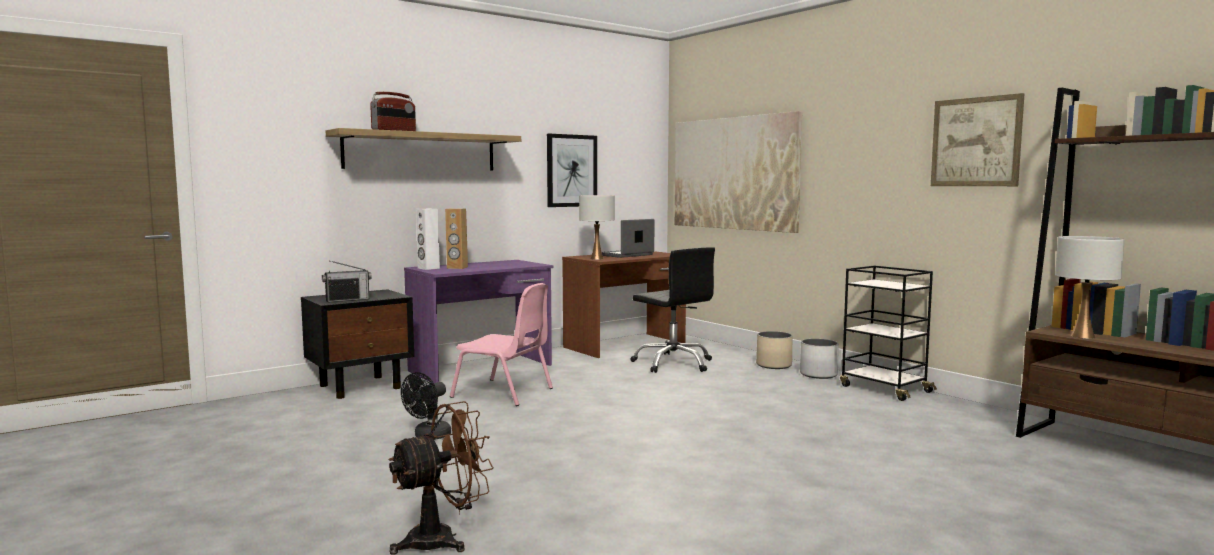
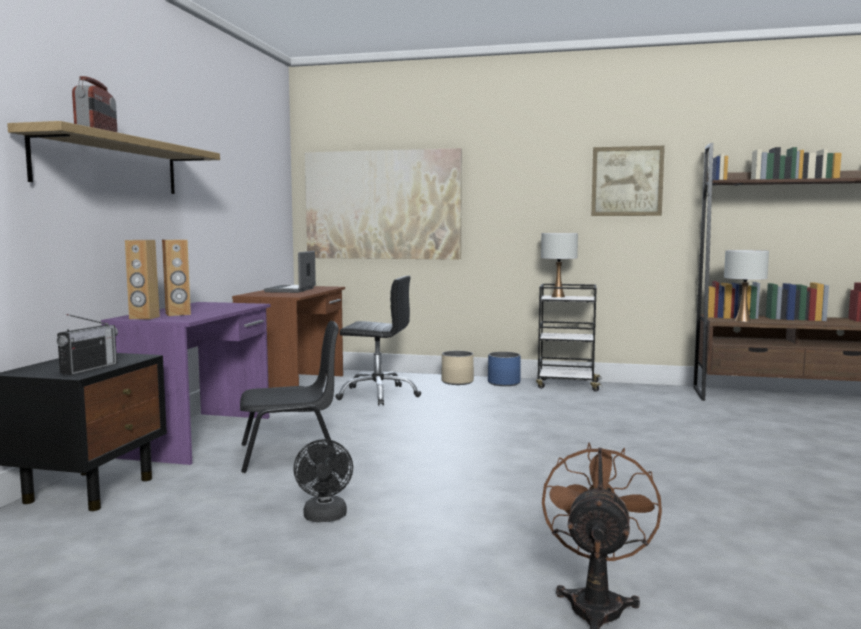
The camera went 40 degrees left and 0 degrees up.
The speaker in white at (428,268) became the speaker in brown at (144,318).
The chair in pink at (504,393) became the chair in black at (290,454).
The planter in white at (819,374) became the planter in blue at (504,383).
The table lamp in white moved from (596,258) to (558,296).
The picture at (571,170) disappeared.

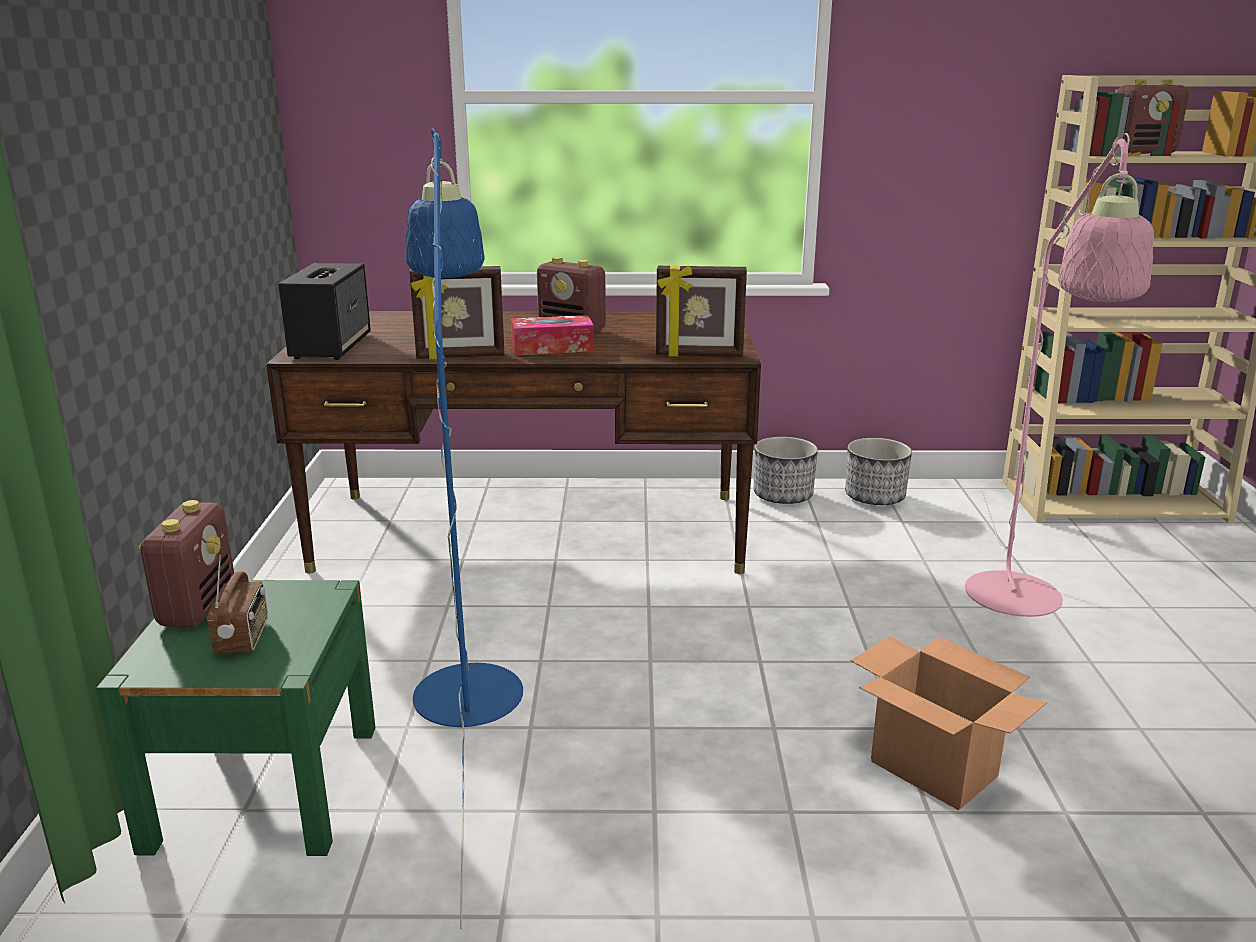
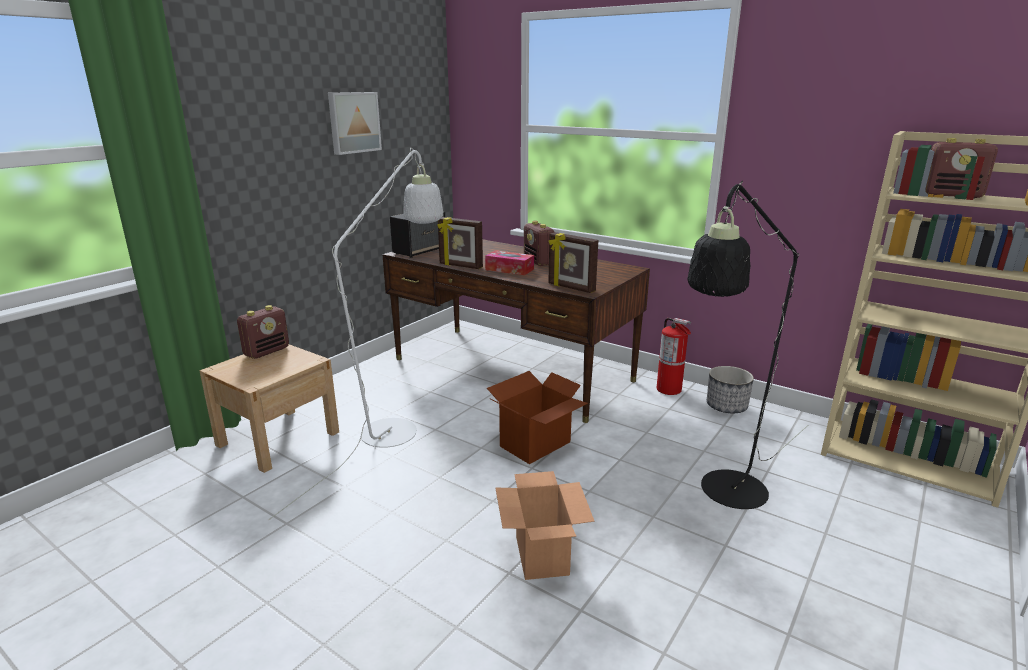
The camera went 35 degrees right and 0 degrees up.
The nightstand in green at (265,786) became the nightstand in beige at (278,438).
The floor lamp in blue at (467,677) became the floor lamp in white at (397,425).
The picture at (353,122) appeared.
The cardboard box at (536,444) appeared.
The planter at (783,496) was replaced by the fire extinguisher at (669,389).
The floor lamp in pink at (1017,606) became the floor lamp in black at (726,496).
The radio at (243,638) disappeared.

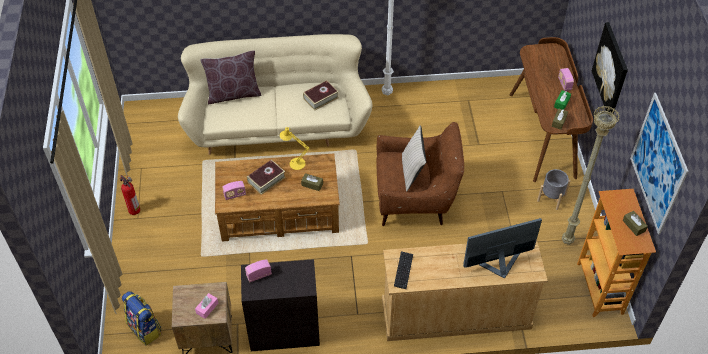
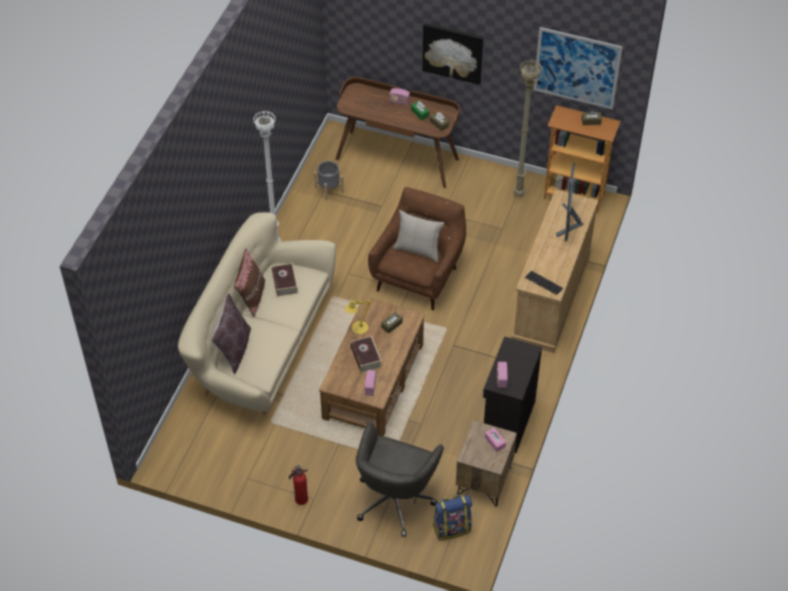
The camera went 65 degrees left and 0 degrees up.
The pillow in brown at (251,297) appeared.
The planter in grey moved from (551,198) to (329,189).
The office chair in grey at (395,499) appeared.

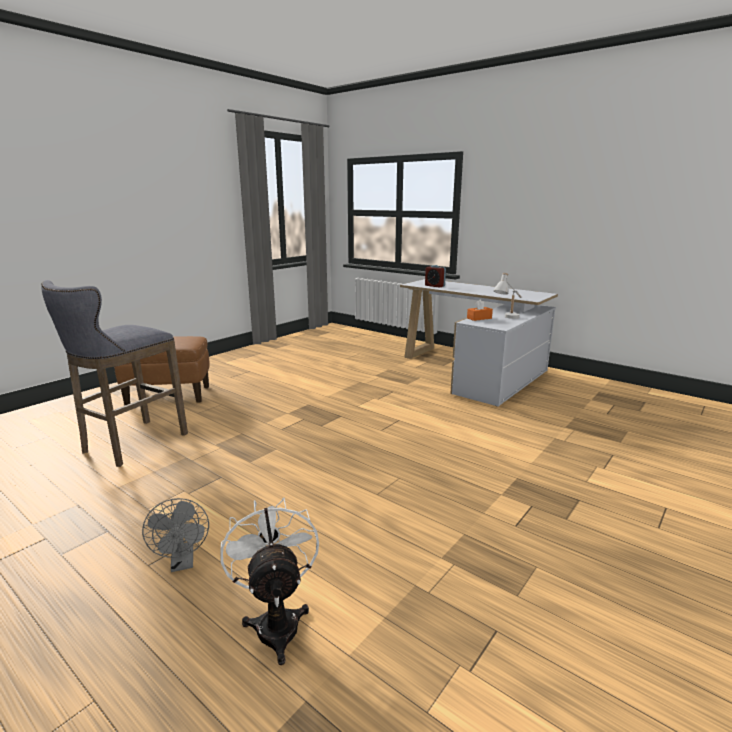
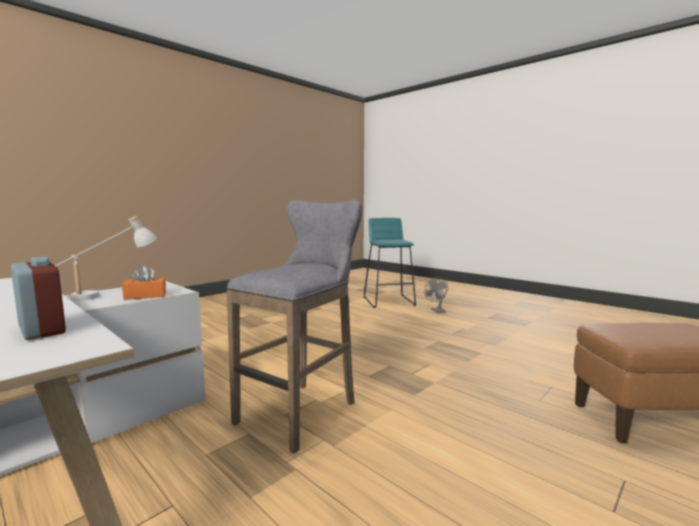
The camera went 175 degrees left and 10 degrees down.
The stool in grey moved from (131,444) to (301,410).
The fan in white at (276,621) was replaced by the stool in turquoise at (389,301).

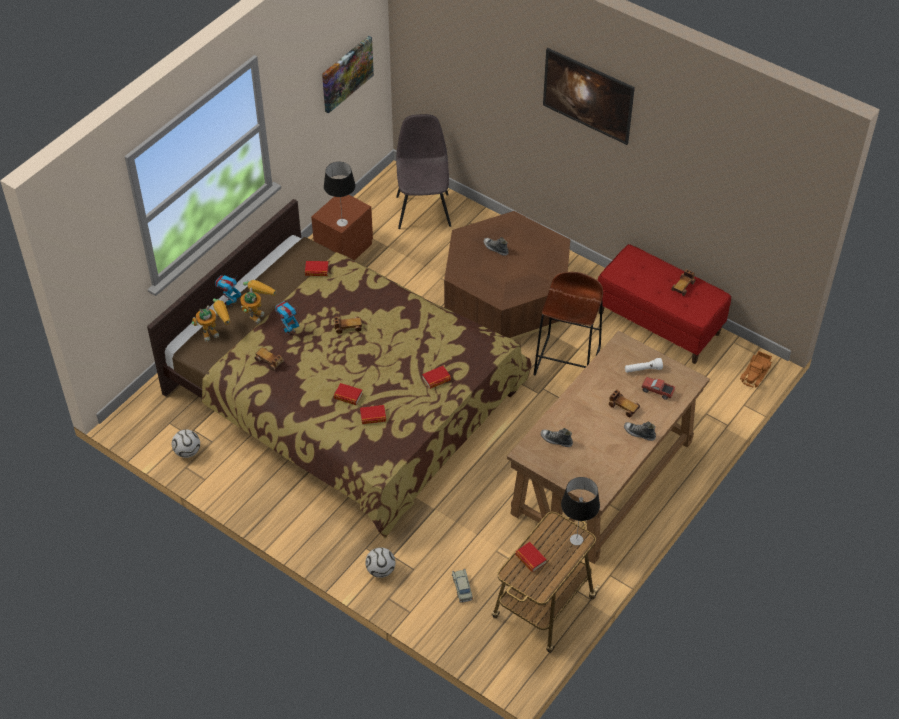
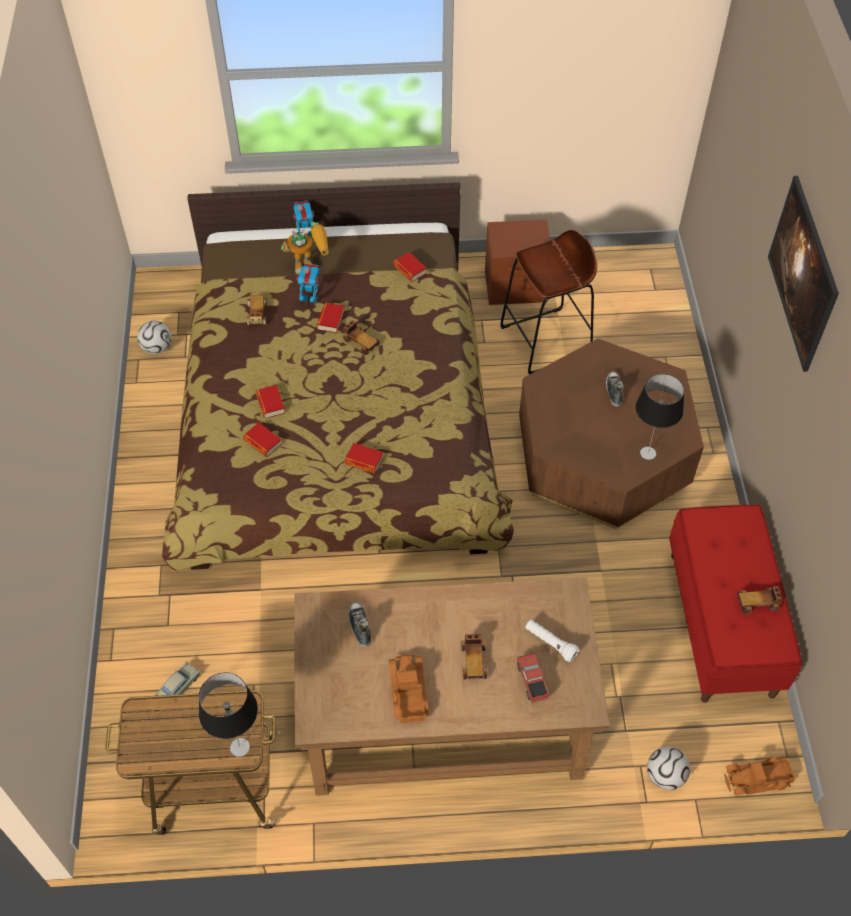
The camera went 50 degrees right and 5 degrees up.
The book moved from (530,559) to (330,320).
The toy truck at (407,692) appeared.
The stool in brown moved from (567,361) to (546,341).
The table lamp moved from (341,222) to (647,452).
The football moved from (381,570) to (665,776).
The toy robot at (215,331) disappeared.
The picture at (346,73) disappeared.
The chair in grey at (423,210) disappeared.
The shoe at (639,433) disappeared.

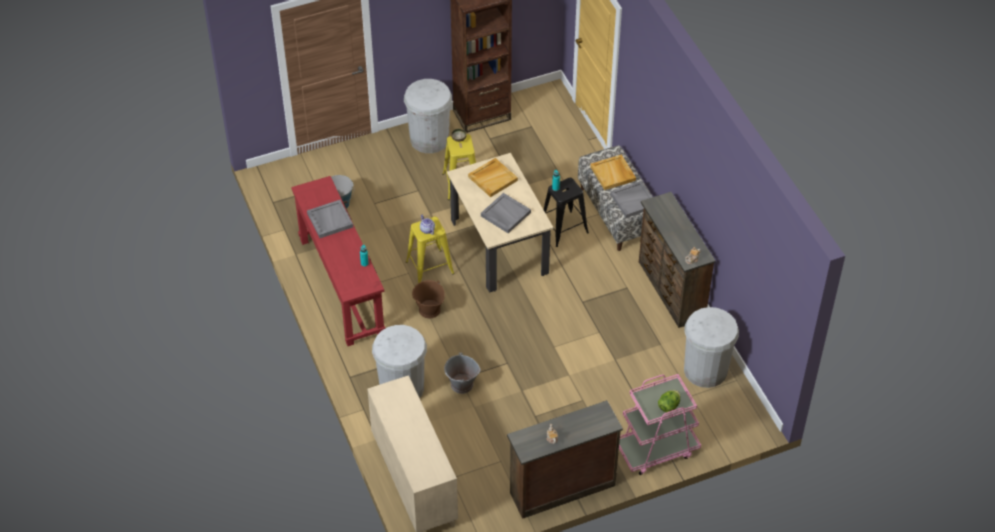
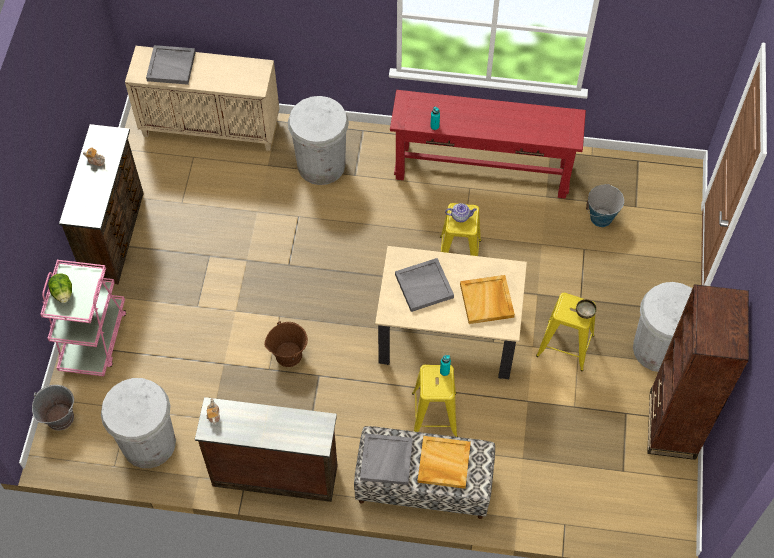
The camera went 120 degrees right and 10 degrees up.
The bucket in grey moved from (461,384) to (60,417).
The tray in grey moved from (329,220) to (172,66).
The bucket in brown moved from (429,310) to (288,354).
The stool in black at (563,229) became the stool in yellow at (434,414).

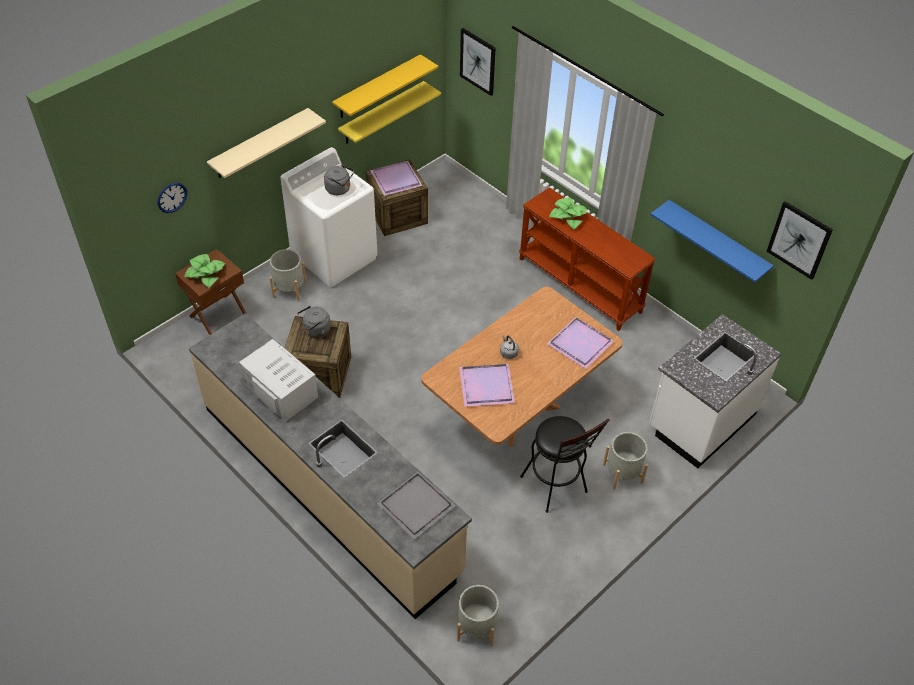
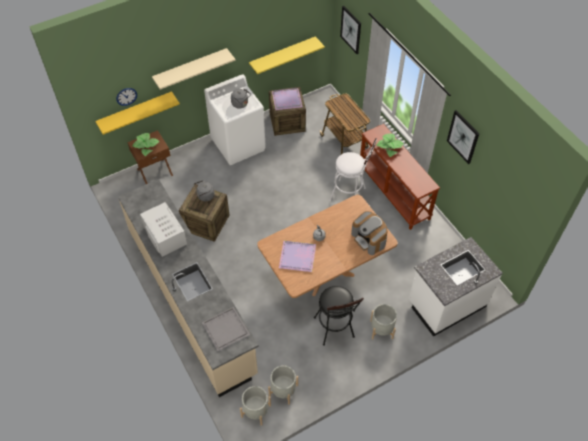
The camera went 15 degrees right and 5 degrees up.
The shelf in yellow moved from (377,87) to (135,111).
The planter in grey moved from (289,289) to (283,390).
The cart at (344,142) appeared.
The stool in white at (350,195) appeared.
The tray in purple at (581,343) was replaced by the coffee machine at (369,239).
The picture moved from (799,240) to (463,137).
The shelf in blue at (717,241) disappeared.

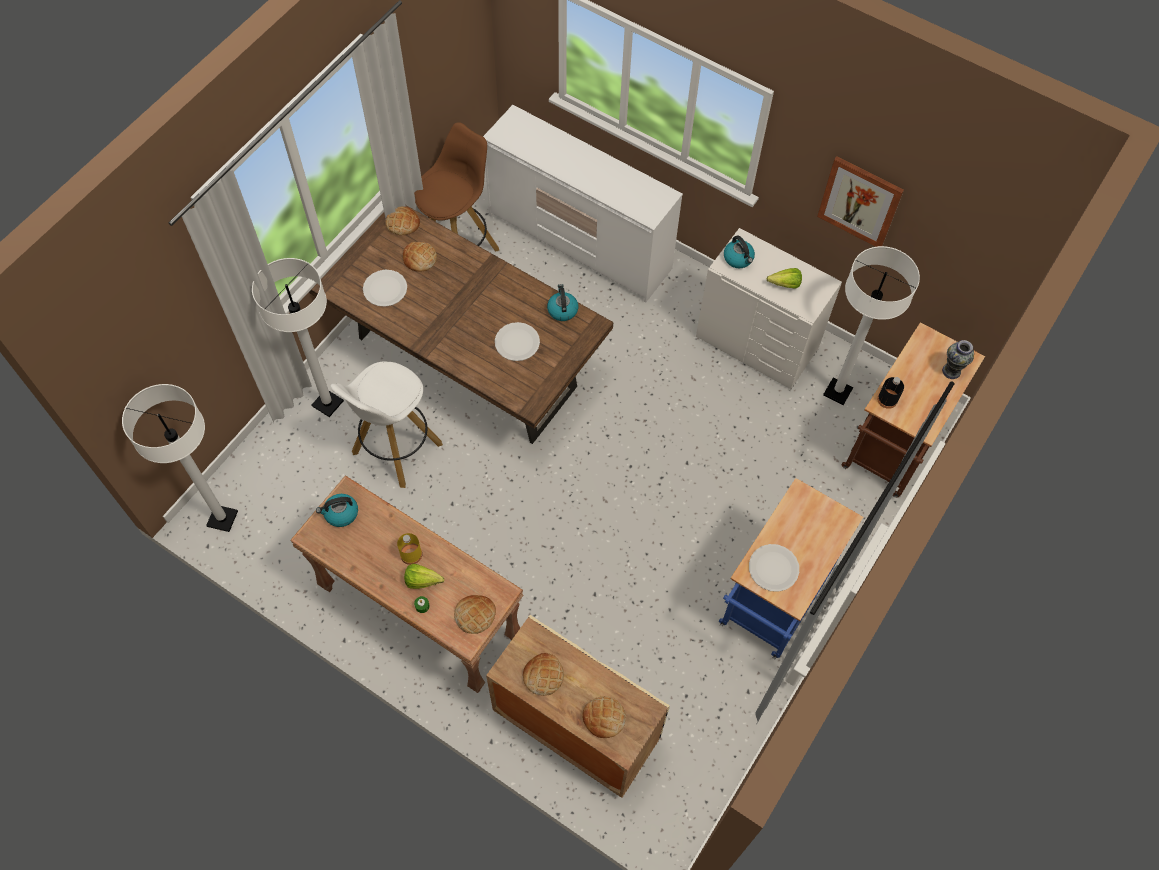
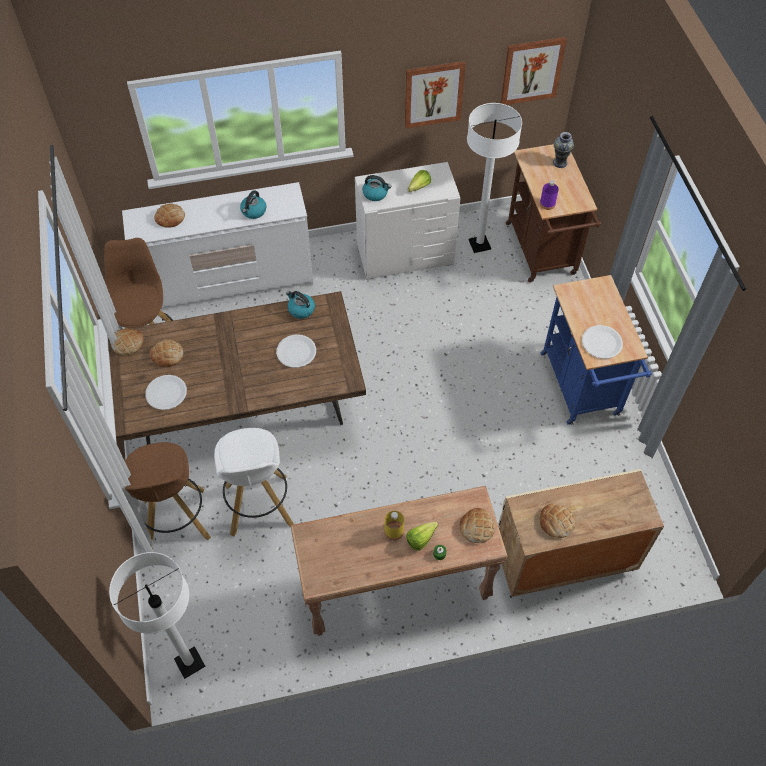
The camera went 45 degrees left and 5 degrees down.
The floor lamp in white at (327,403) was replaced by the stool in brown at (176,521).
The bread moved from (604,718) to (170,217).
The kettle moved from (341,514) to (253,211).
The picture at (532,70) appeared.
The bottle in black at (887,399) became the bottle in purple at (547,203).

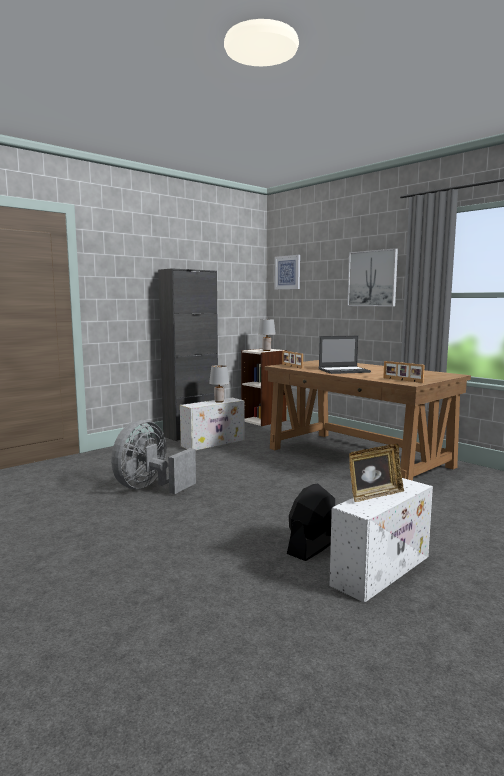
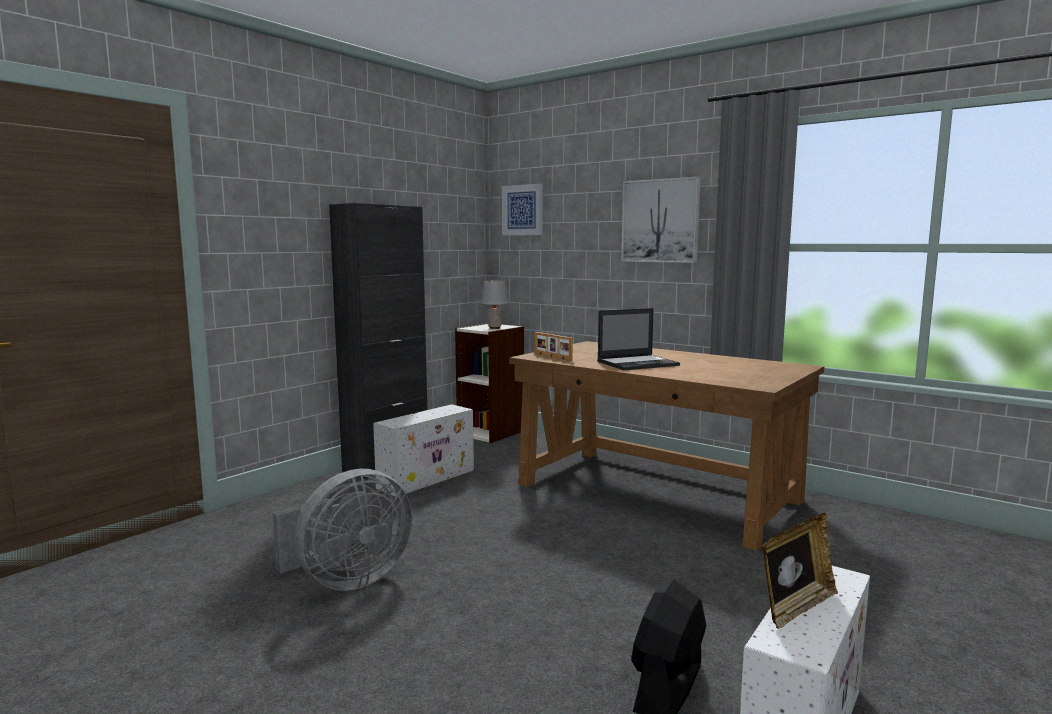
The camera went 10 degrees left and 0 degrees up.
The fan in grey at (150,488) turned 150 degrees counterclockwise.
The table lamp in grey at (219,401) disappeared.
The picture frame at (402,380) disappeared.

